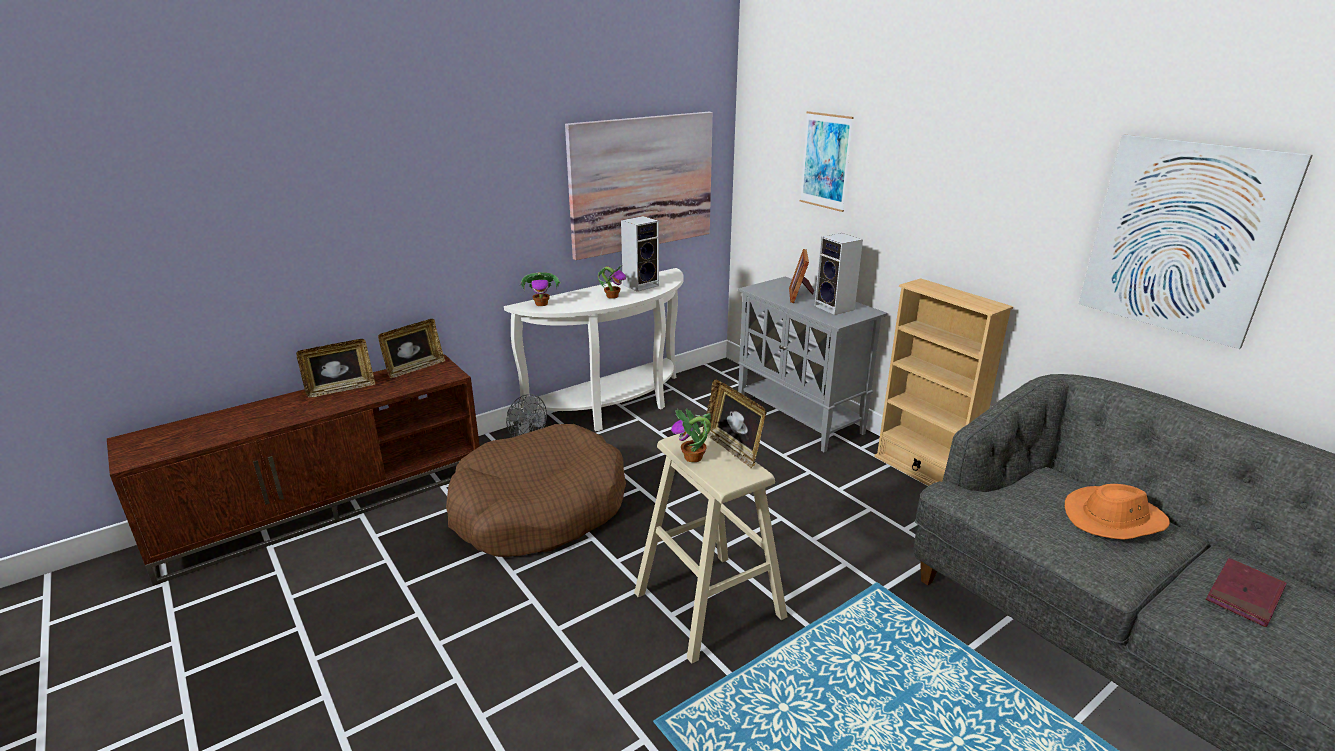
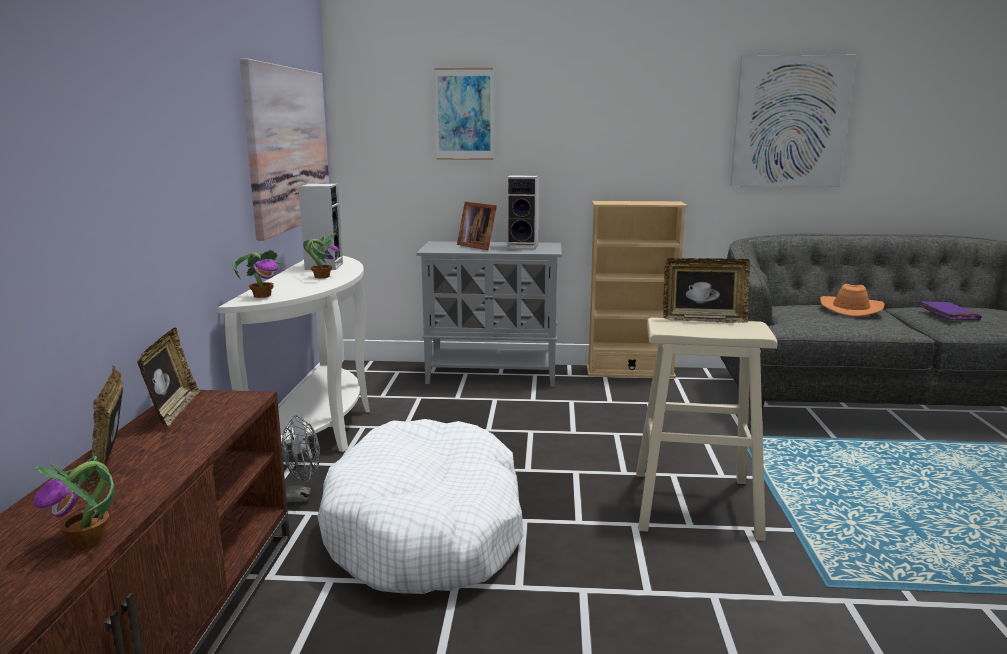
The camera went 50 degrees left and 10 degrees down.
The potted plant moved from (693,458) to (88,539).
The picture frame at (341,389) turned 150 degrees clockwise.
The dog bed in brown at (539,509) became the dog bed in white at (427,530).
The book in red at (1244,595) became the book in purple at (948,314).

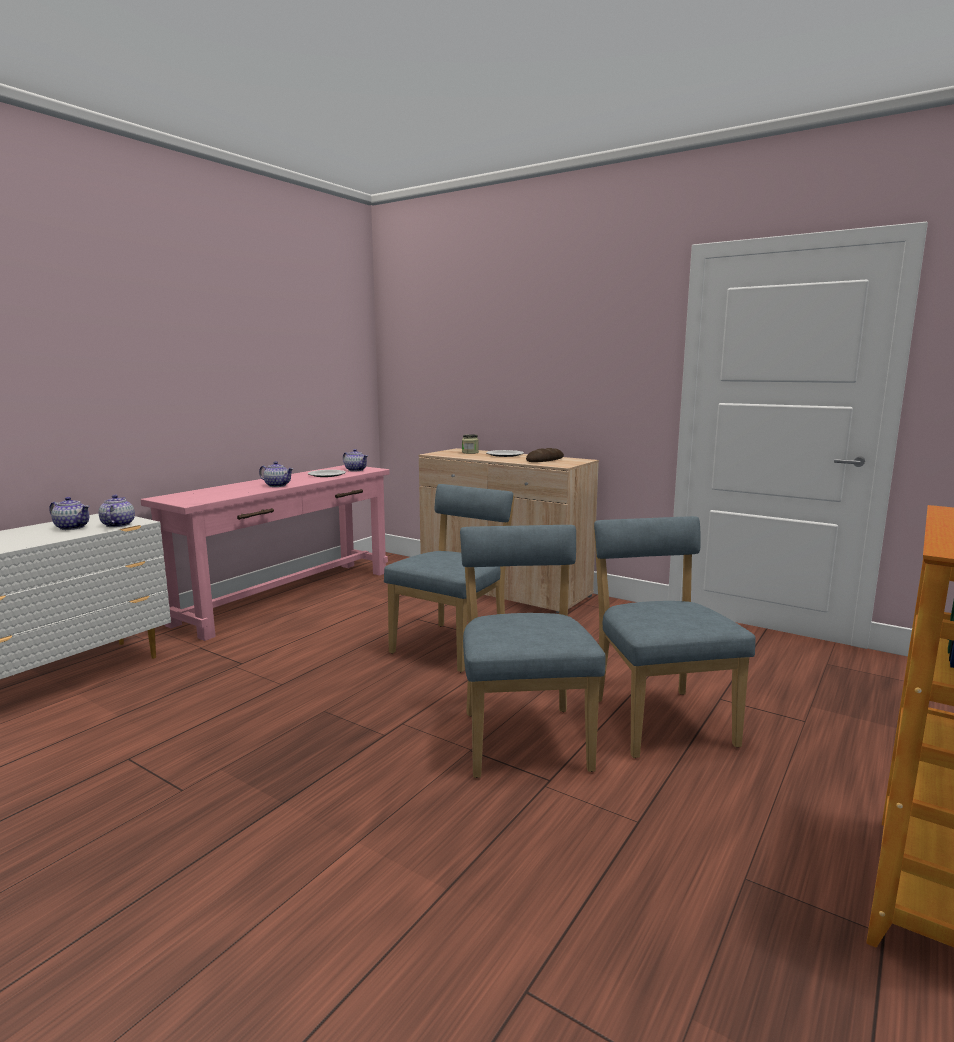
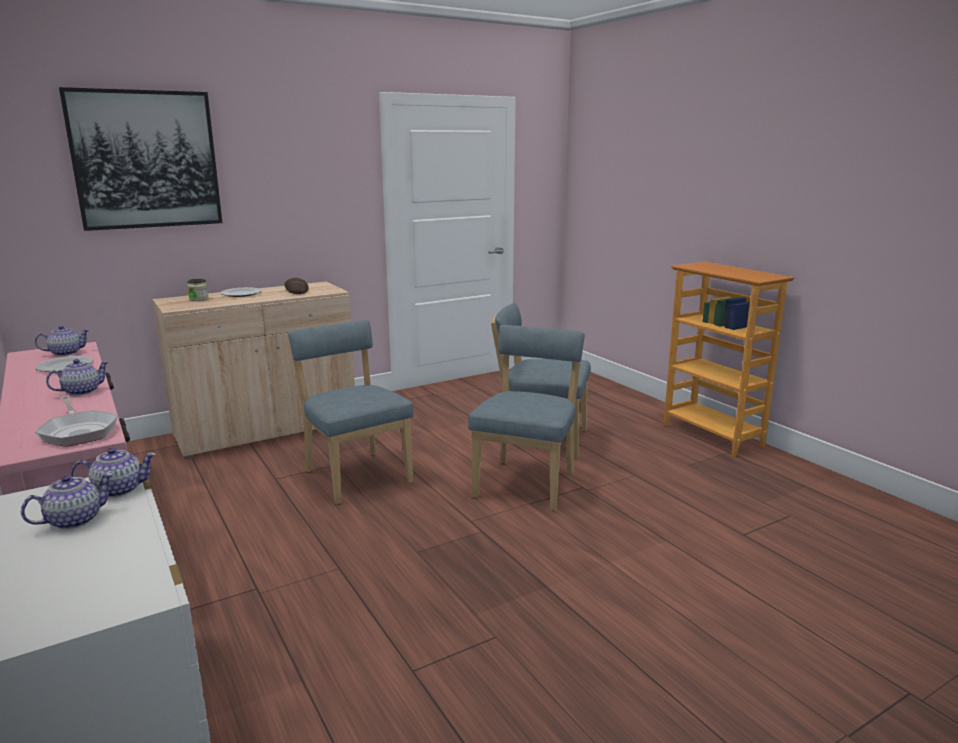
The camera went 65 degrees left and 5 degrees up.
The frying pan at (78,431) appeared.
The picture at (146,160) appeared.
The teapot at (117,525) turned 150 degrees clockwise.
The chair in blue at (524,736) turned 90 degrees clockwise.

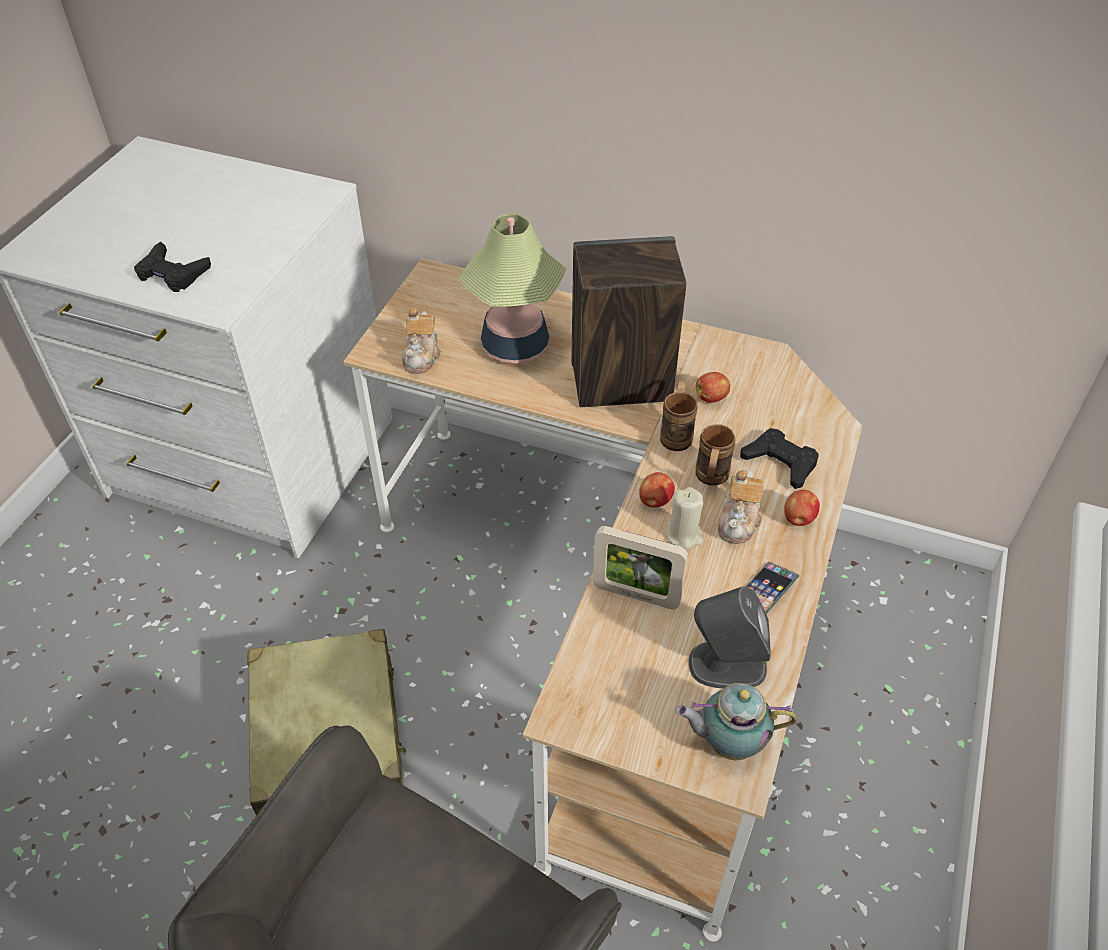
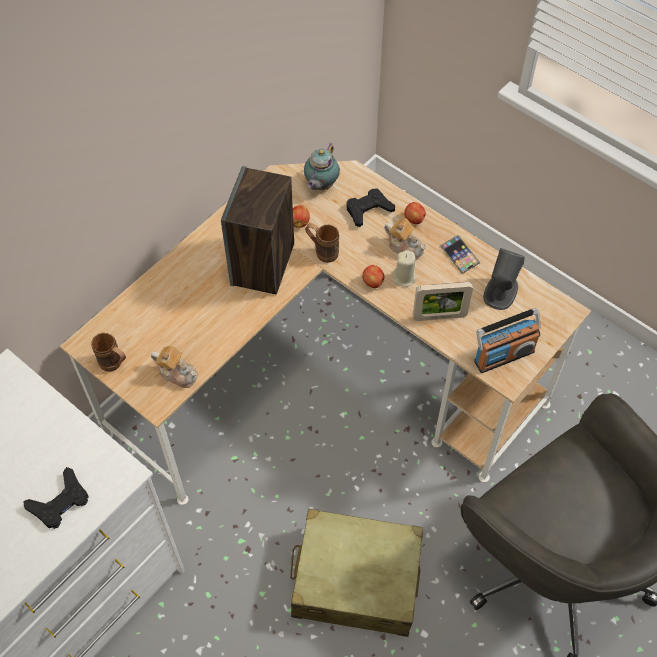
The camera went 70 degrees left and 10 degrees up.
The mug in brown moved from (710,480) to (115,364).
The teapot moved from (727,742) to (320,185).
The picture frame at (636,595) turned 45 degrees clockwise.
The radio at (503,355) appeared.
The table lamp at (515,346) disappeared.

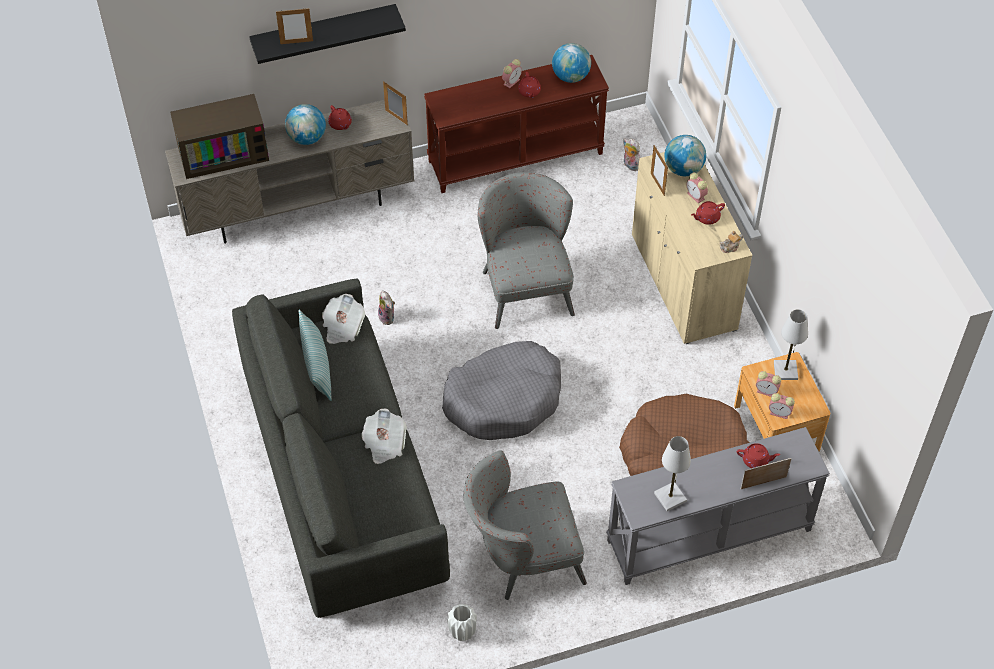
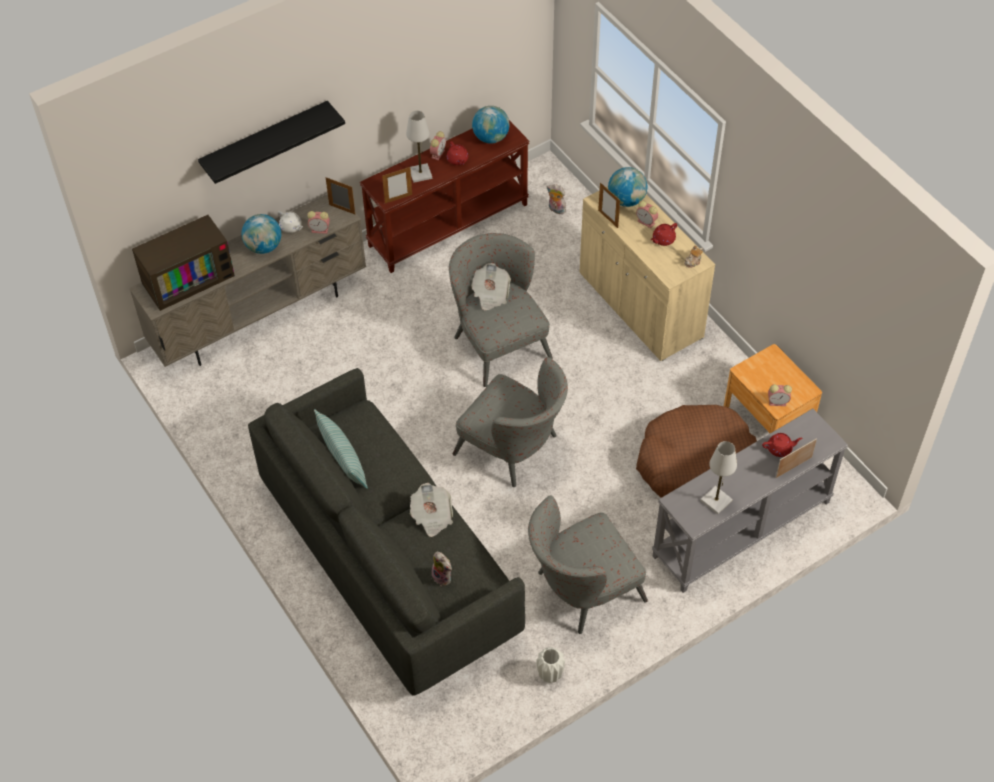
The camera went 15 degrees left and 0 degrees up.
The teapot in red at (340,124) became the teapot in white at (291,227).
The alarm clock moved from (767,391) to (320,230).
The picture frame moved from (296,42) to (398,198).
The table lamp in white moved from (785,371) to (420,174).
The plush toy moved from (388,317) to (443,577).
The dog bed in grey at (504,399) was replaced by the armchair in grey at (514,450).
The newspaper moved from (342,327) to (490,294).

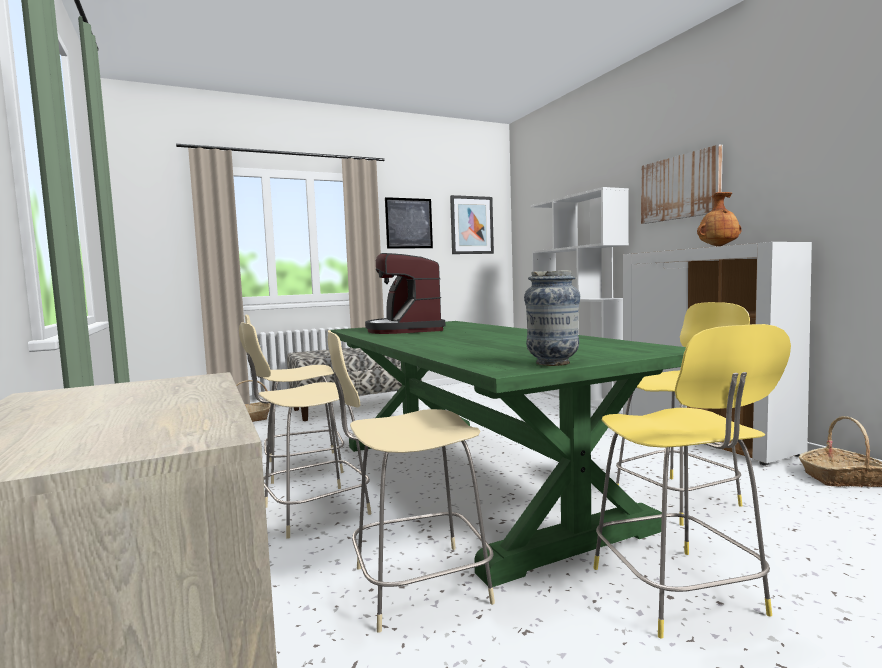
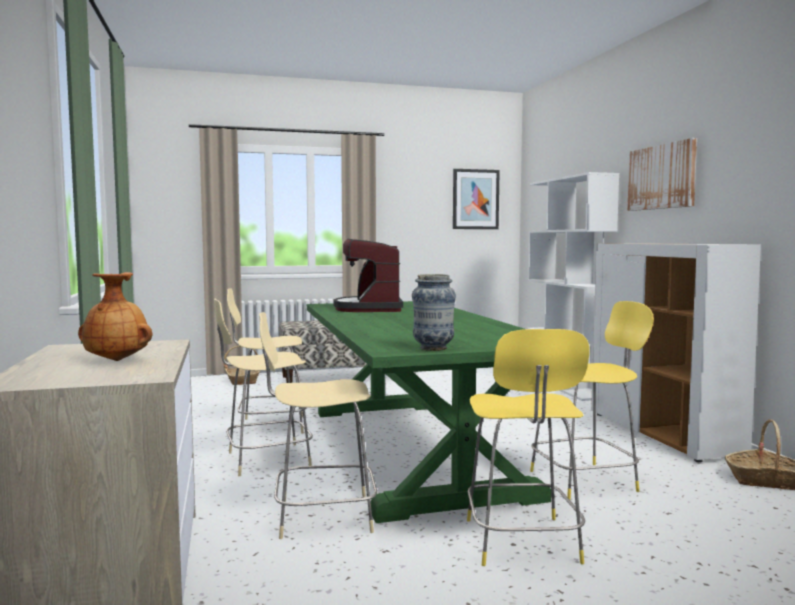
The camera went 10 degrees right and 0 degrees up.
The vase in brown moved from (718,247) to (117,360).
The picture at (409,223) disappeared.

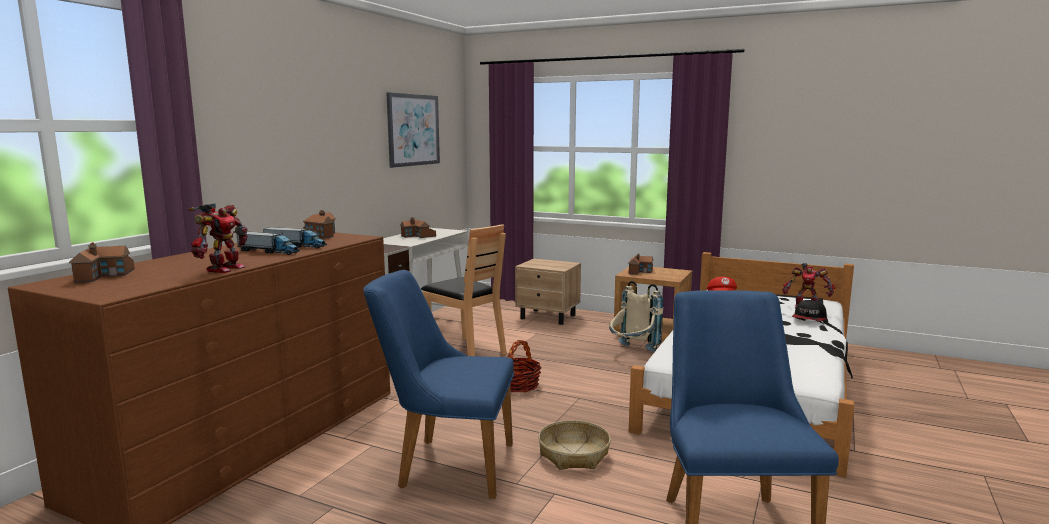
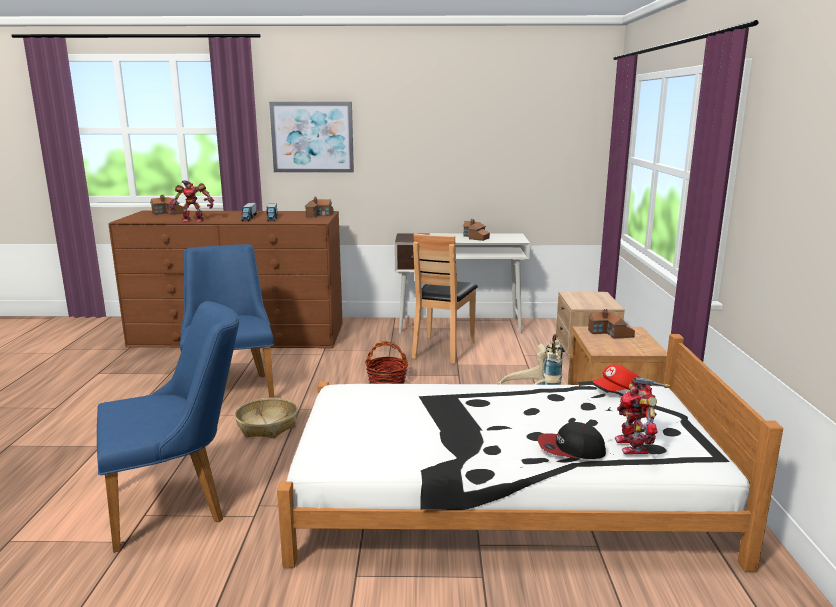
The camera went 65 degrees right and 5 degrees up.
The picture moved from (413,130) to (312,137).

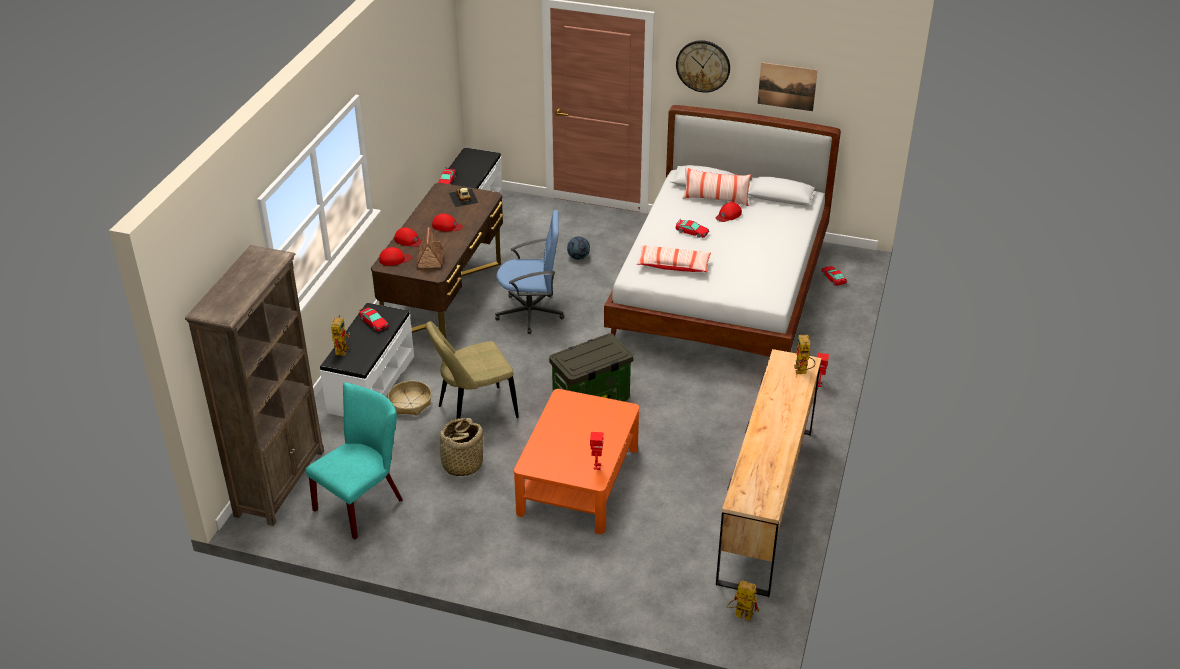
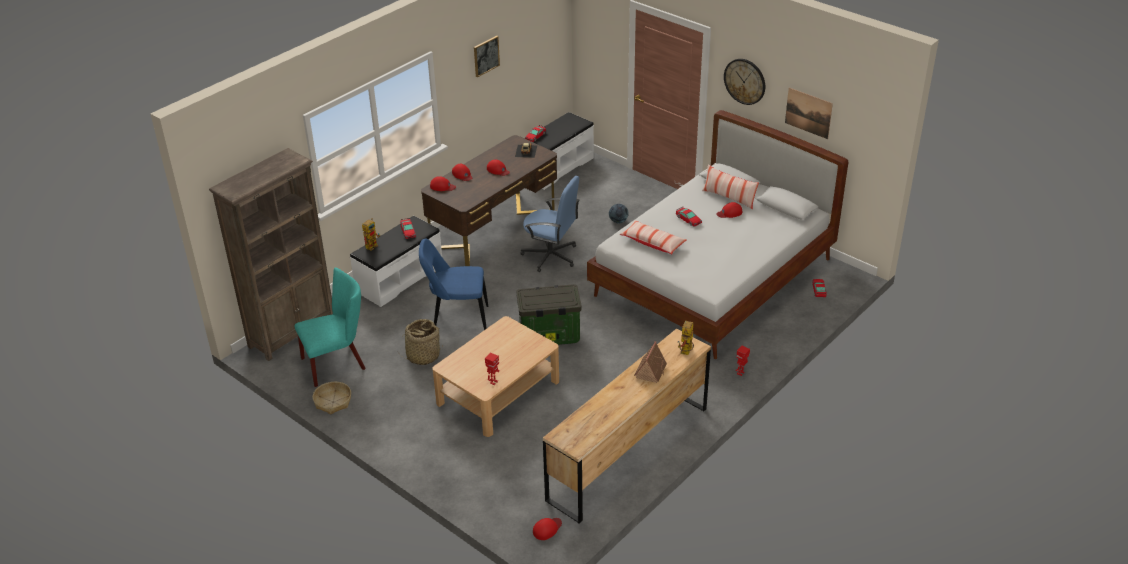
The camera went 25 degrees right and 0 degrees up.
The basket moved from (410,403) to (333,402).
The chair in beige at (474,413) became the chair in blue at (457,320).
The coffee table in orange at (578,480) became the coffee table in beige at (498,392).
The picture at (486,56) appeared.
The toy robot at (739,615) was replaced by the cap in red at (547,529).
The toy house moved from (430,258) to (651,370).

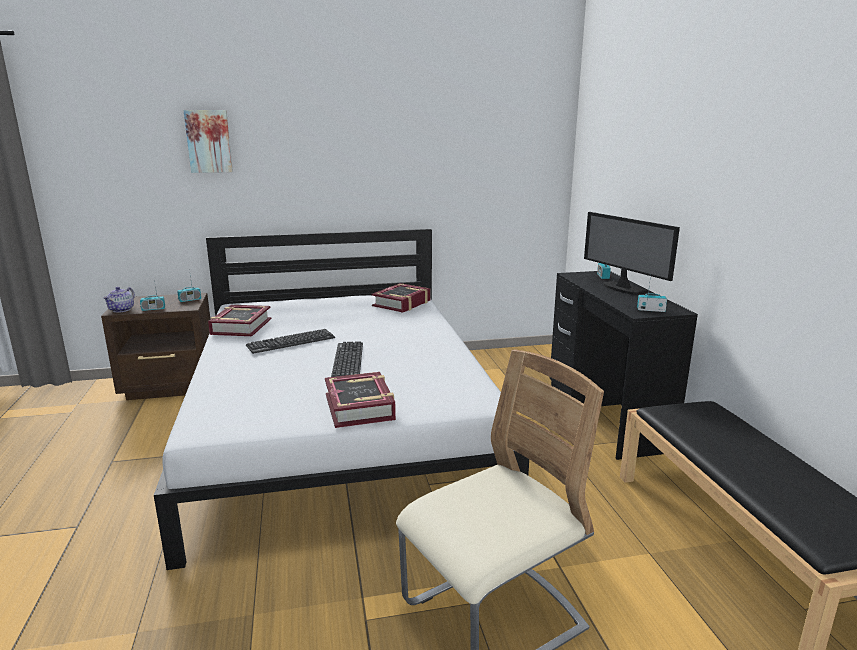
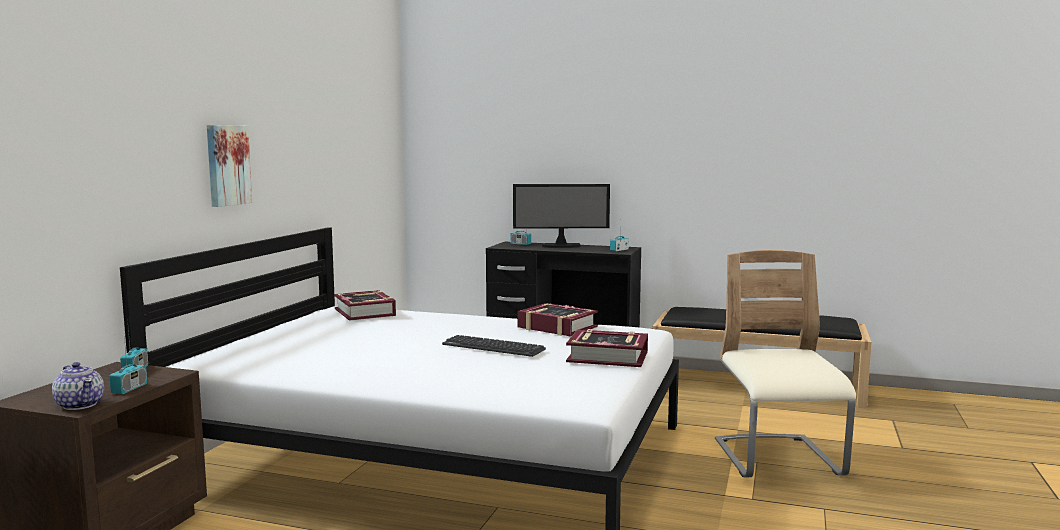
The camera went 60 degrees left and 10 degrees down.
The picture moved from (209,141) to (227,165).
The book moved from (241,326) to (557,327).
The keyboard at (291,342) disappeared.

